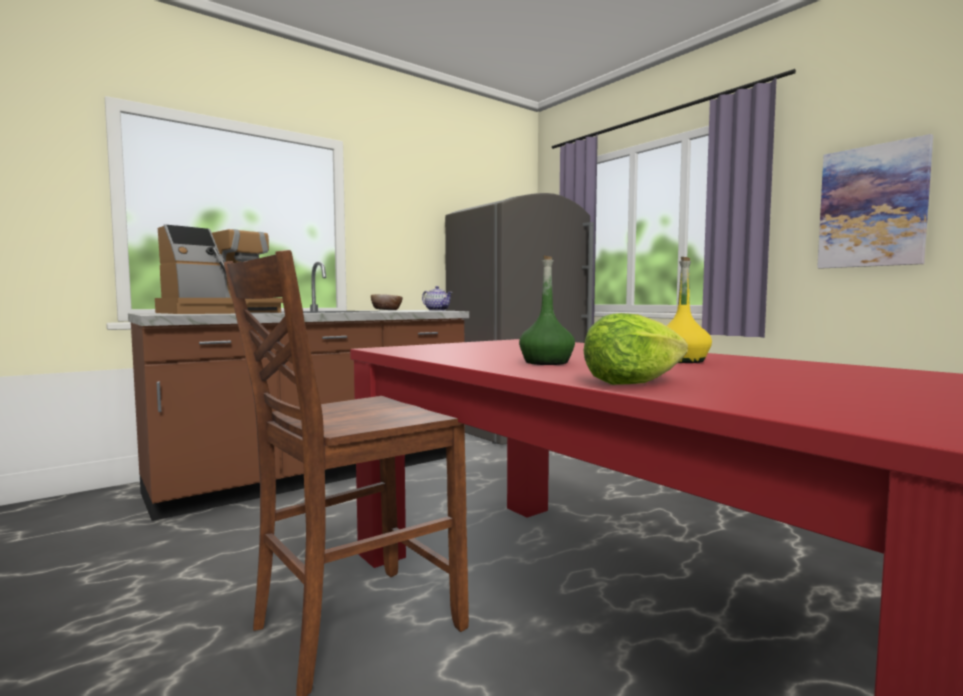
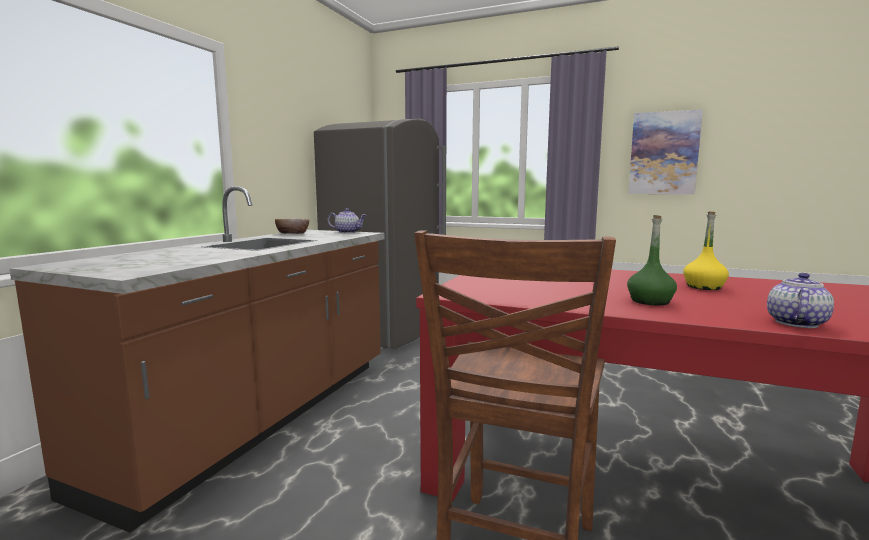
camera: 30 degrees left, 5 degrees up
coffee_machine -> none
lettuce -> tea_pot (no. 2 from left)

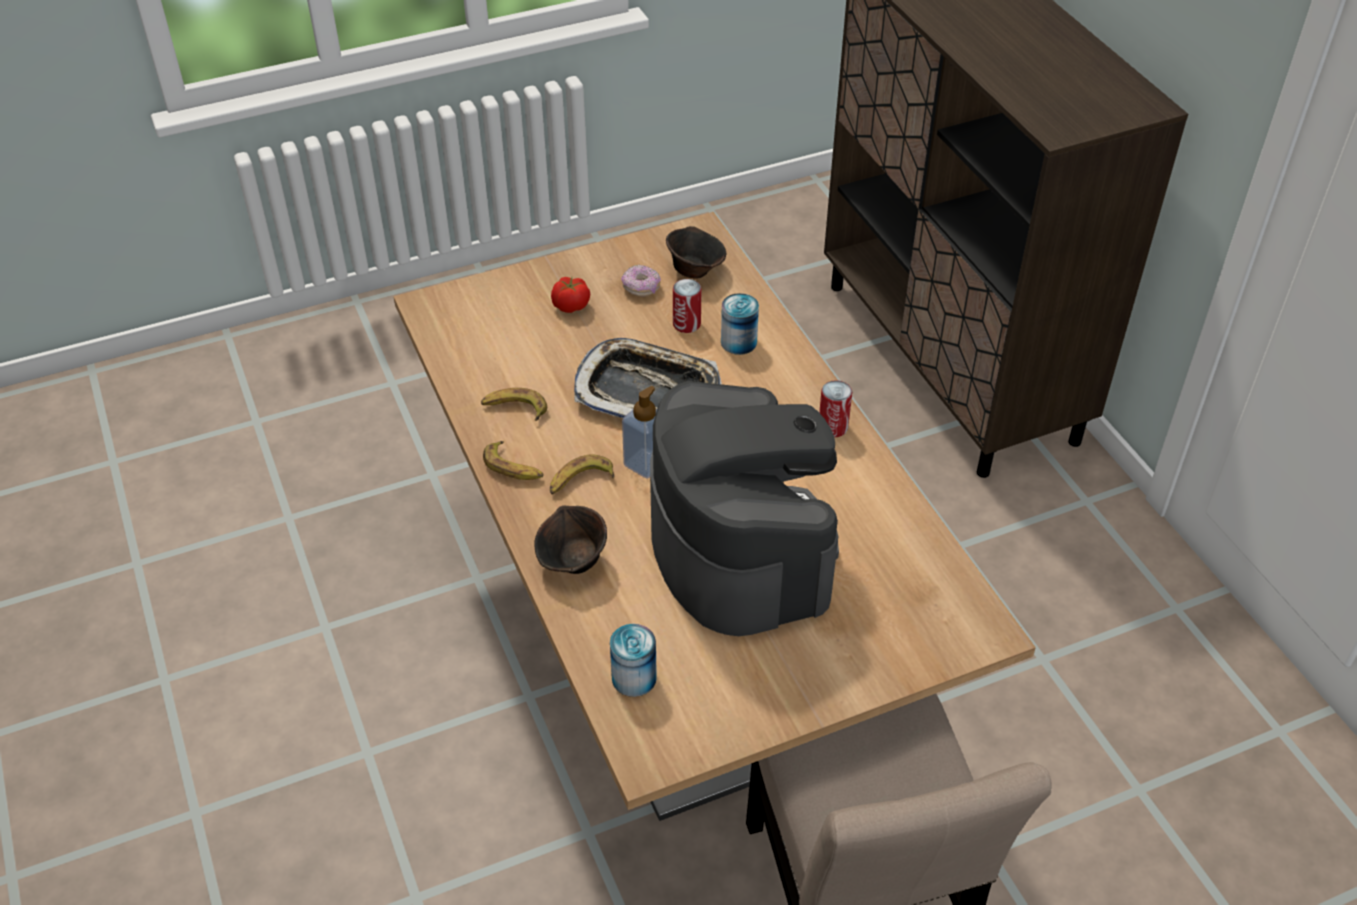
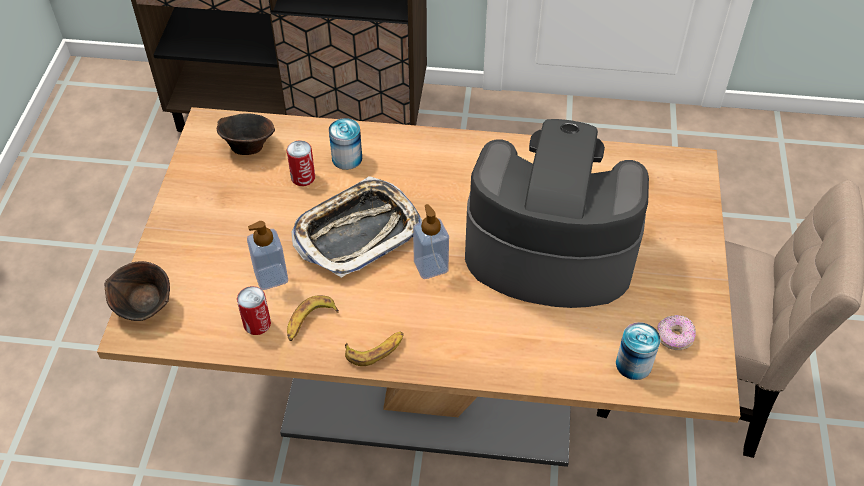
camera: 60 degrees left, 5 degrees up
ring_doughnut, shifted
whole_tomato -> none
can (no. 4 from left in the first image) -> can (no. 1 from left), shifted
whole_banana (no. 3 from left) -> none
brown-coloured_bowl (no. 1 from left), shifted
none -> liquid_soap_bottle (no. 1 from left)

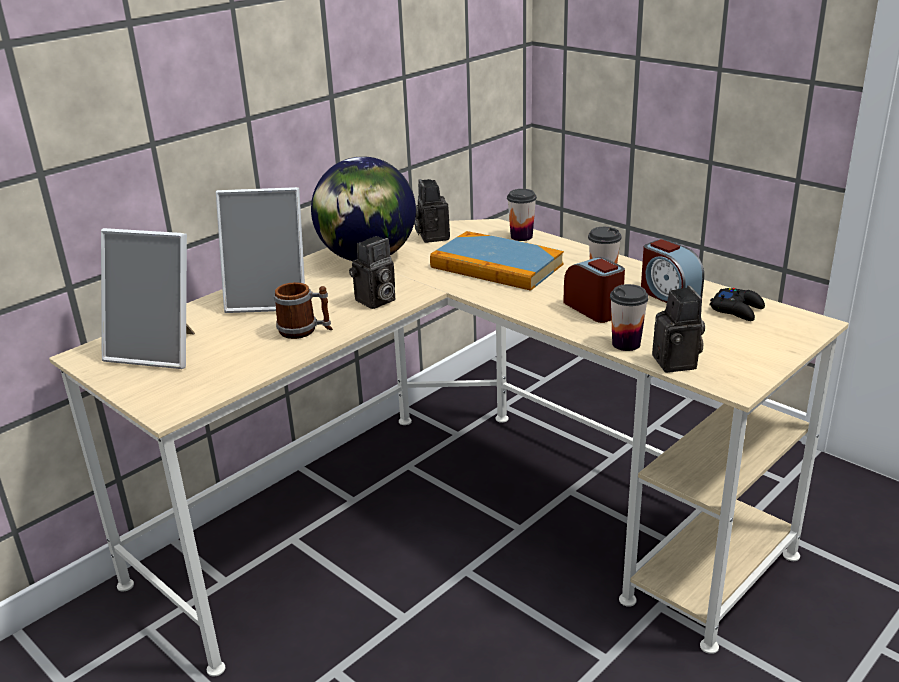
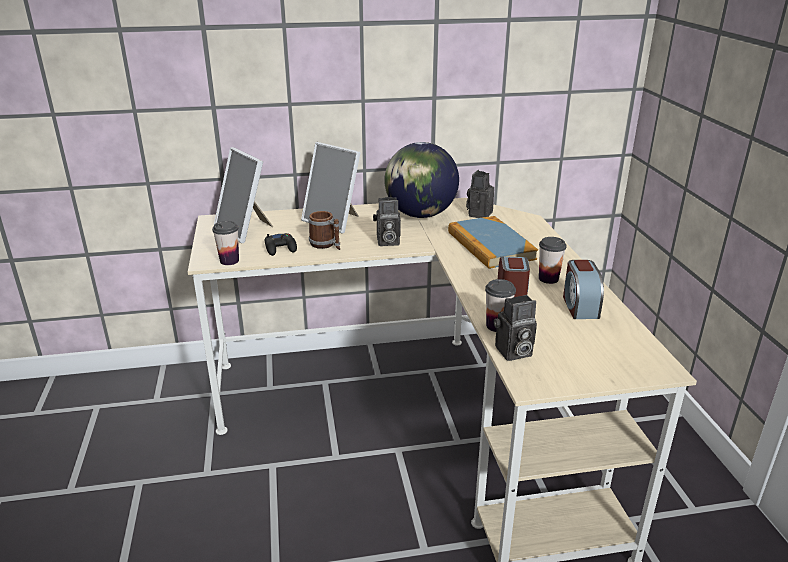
camera: 35 degrees right, 0 degrees up
small_cup (no. 1 from left), shifted
photo_camera (no. 3 from left), 45 degrees clockwise
black-coloured_joypad, shifted

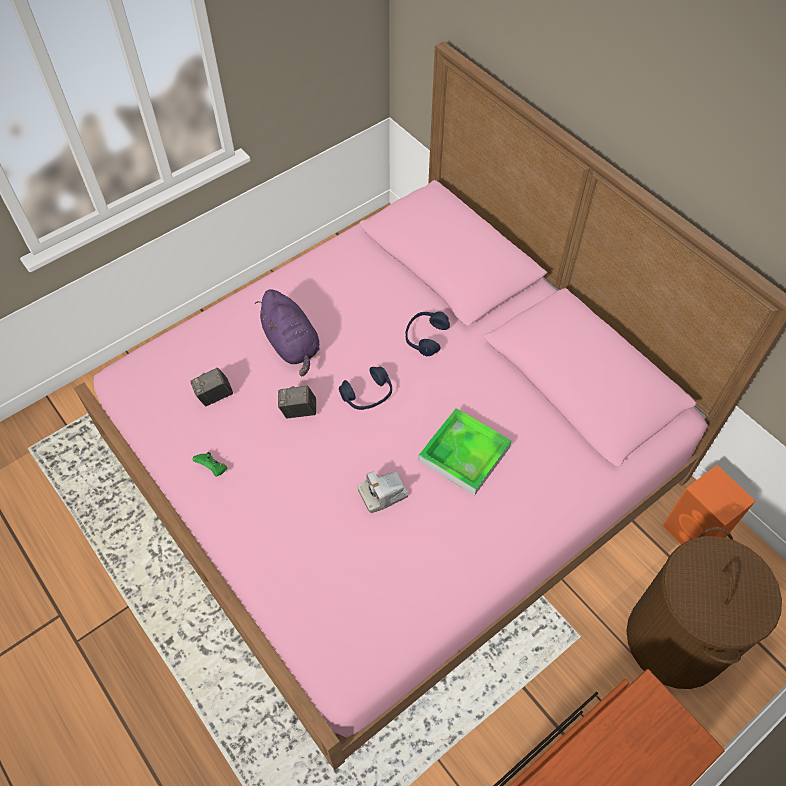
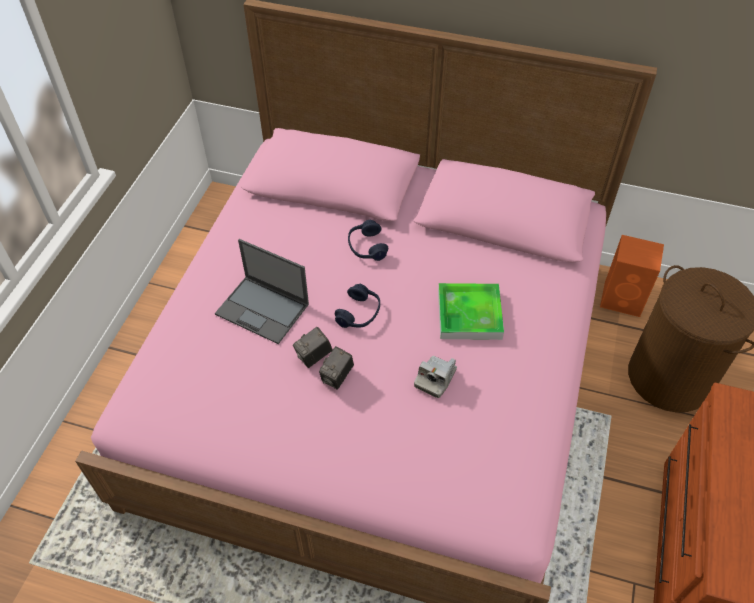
camera: 35 degrees left, 5 degrees down
purple-coloured_soft_toy -> laptop
photo_camera (no. 1 from left in the first image) -> photo_camera (no. 2 from left), shifted
green_joypad -> none

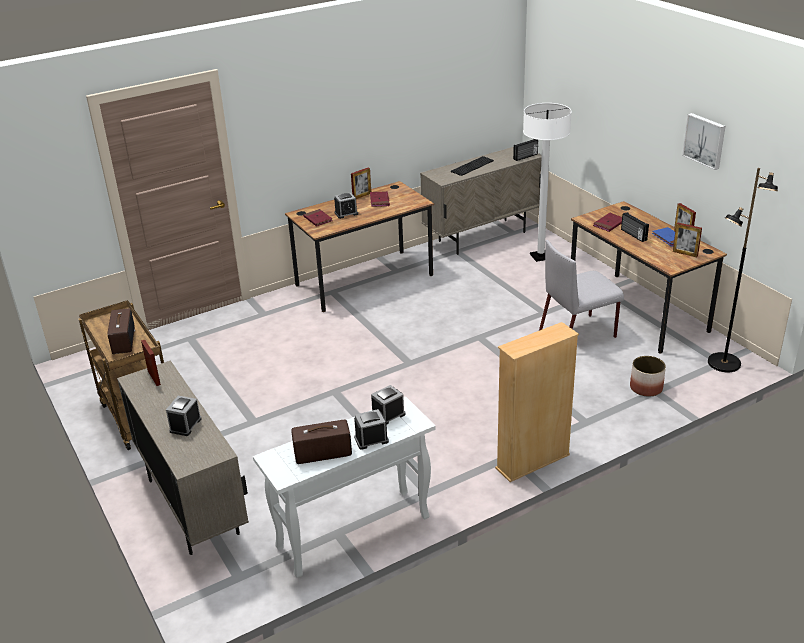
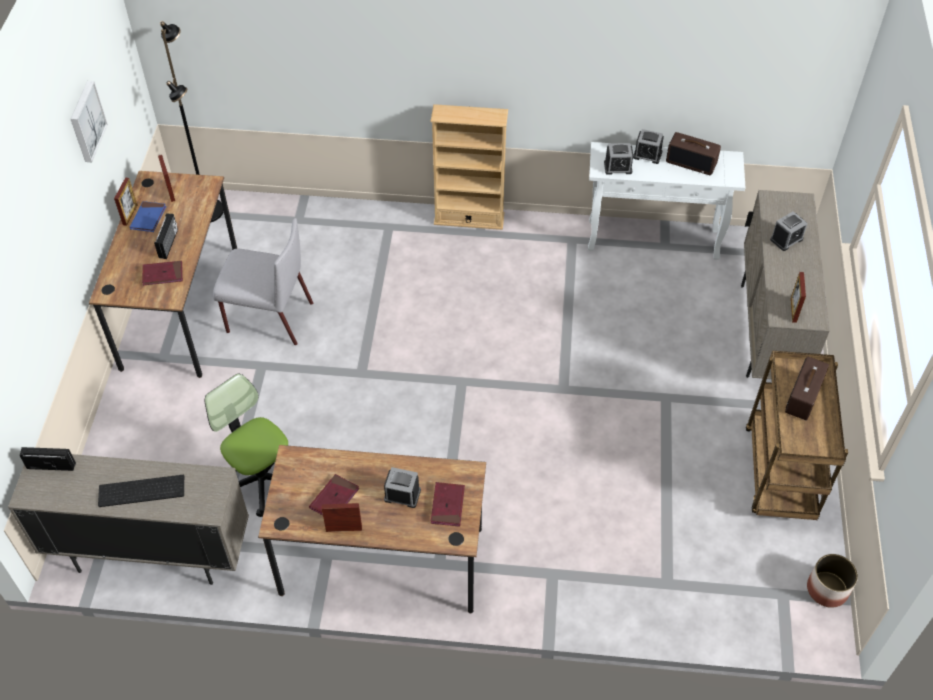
camera: 145 degrees left, 20 degrees up
white_standard_lamp -> none
flower_pot, shifted
none -> computer_chair

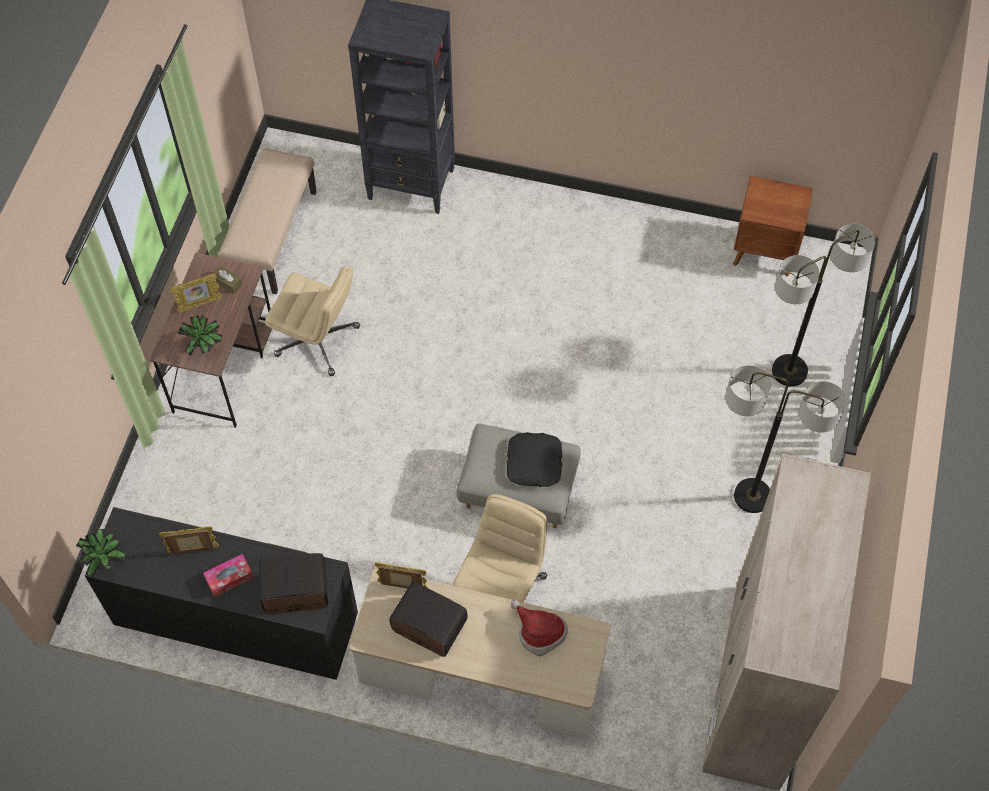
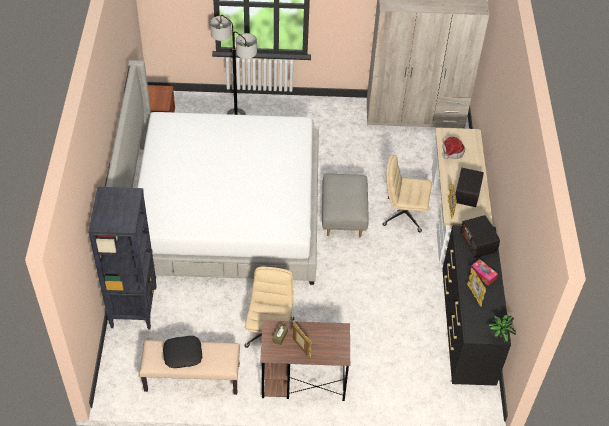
camera: 105 degrees left, 10 degrees down
potted_plant (no. 2 from left) -> none
standard_lamp (no. 1 from left) -> none
black-coloured_throw_pillow, shifted
none -> bedroom_bed

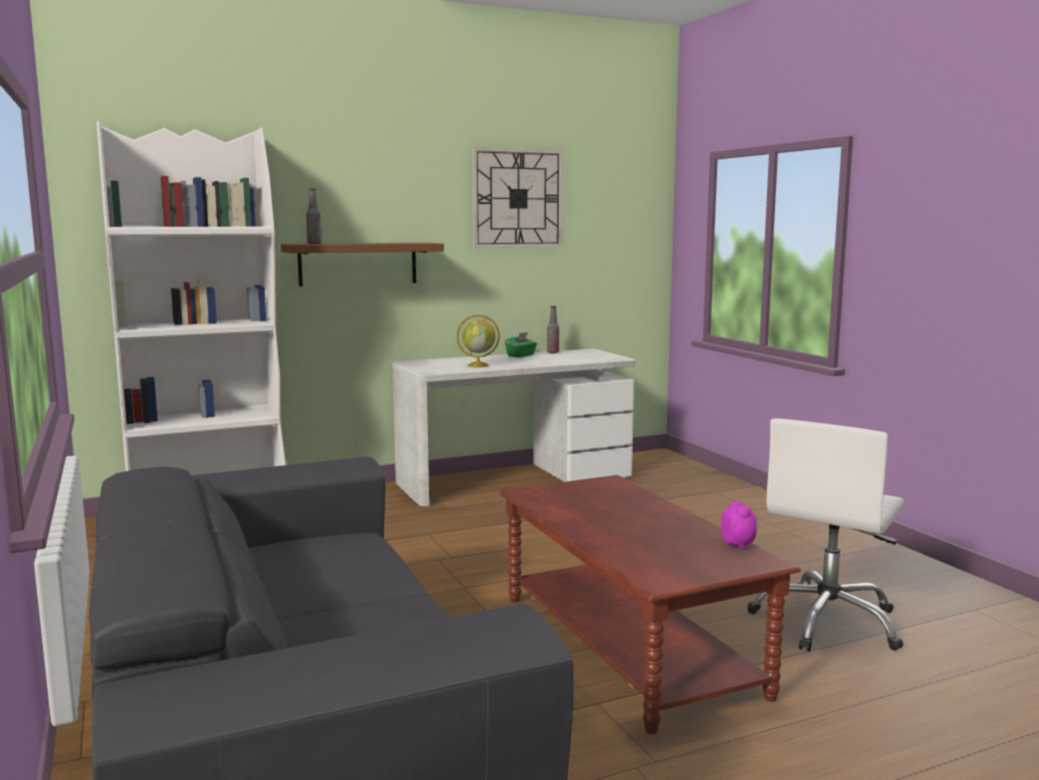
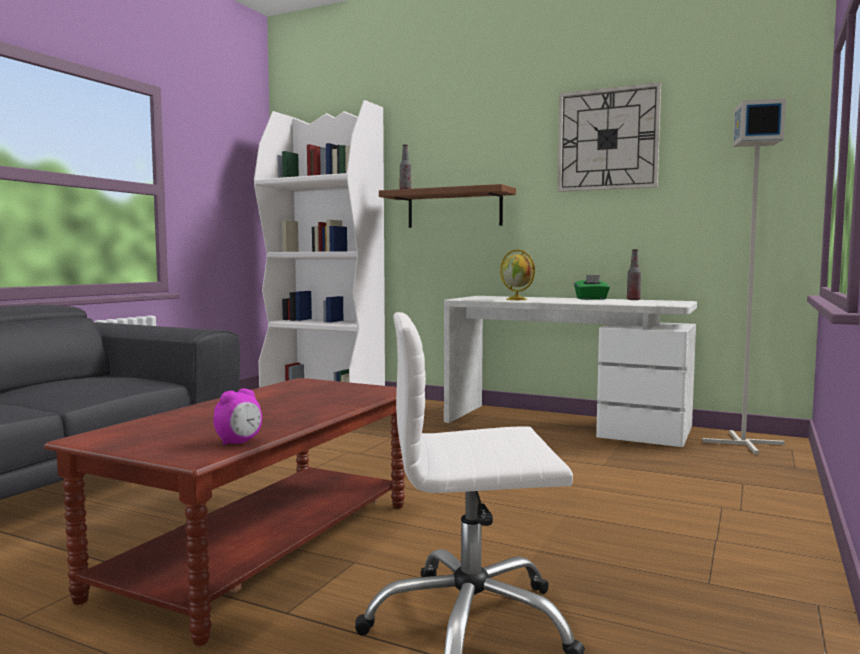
camera: 50 degrees right, 5 degrees down
none -> greyish_standard_lamp

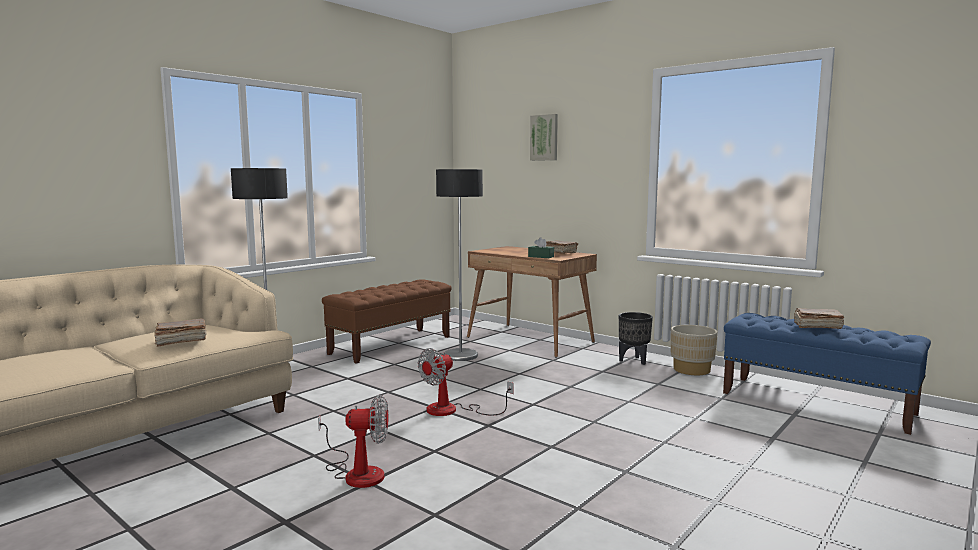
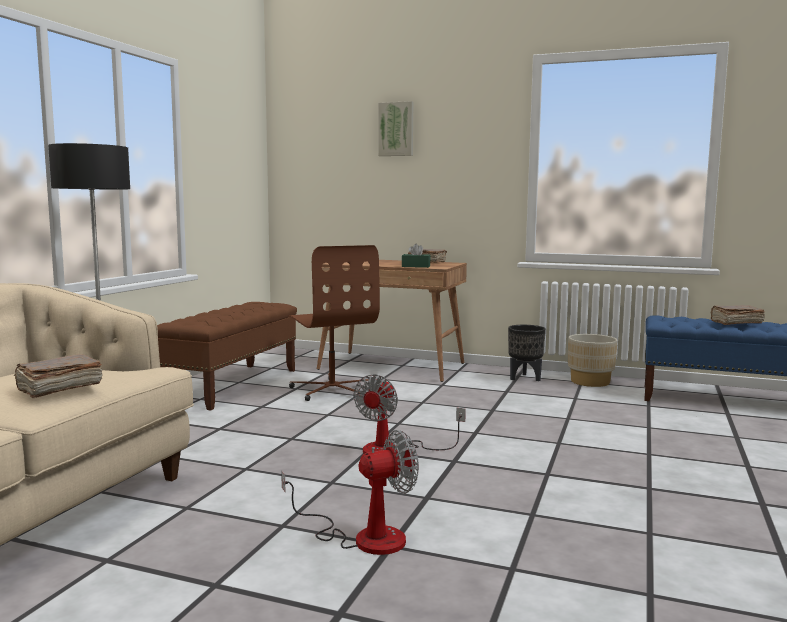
camera: 20 degrees left, 0 degrees up
standard_lamp (no. 2 from left) -> brown-coloured_computer_chair

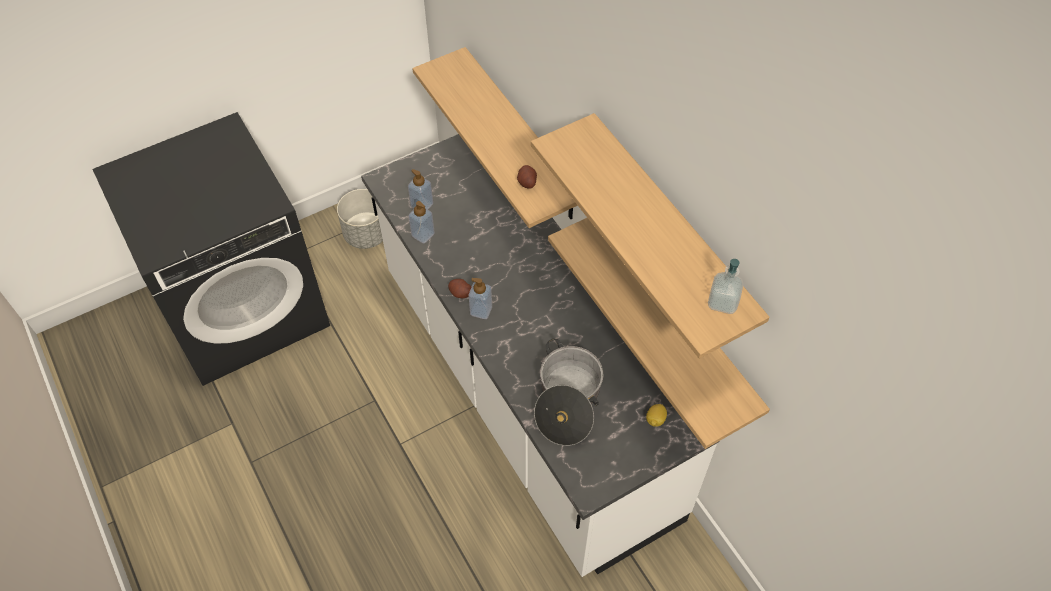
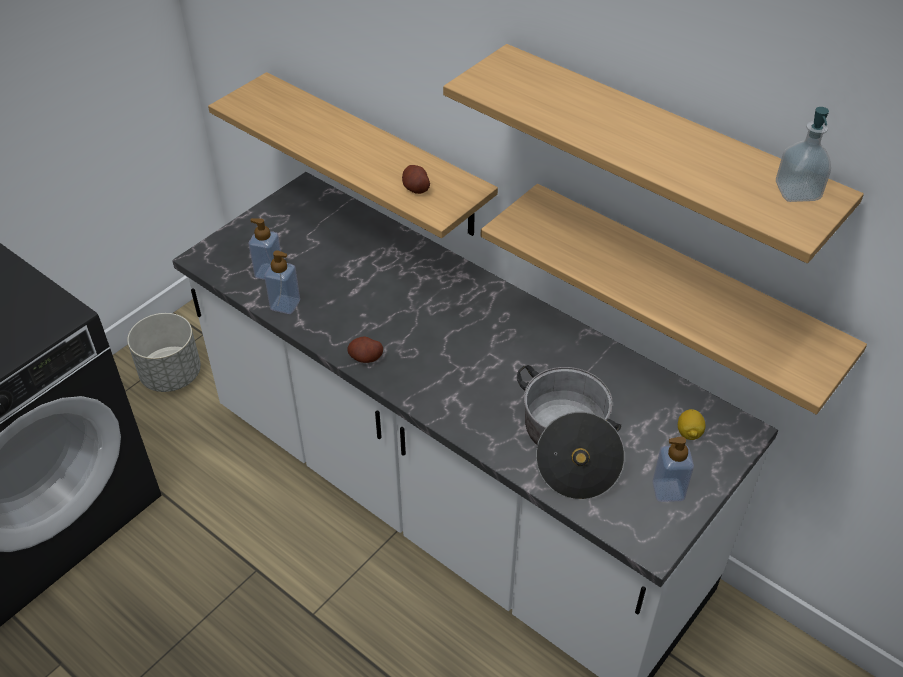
camera: 20 degrees left, 10 degrees down
liquid_soap_bottle (no. 3 from left), shifted

